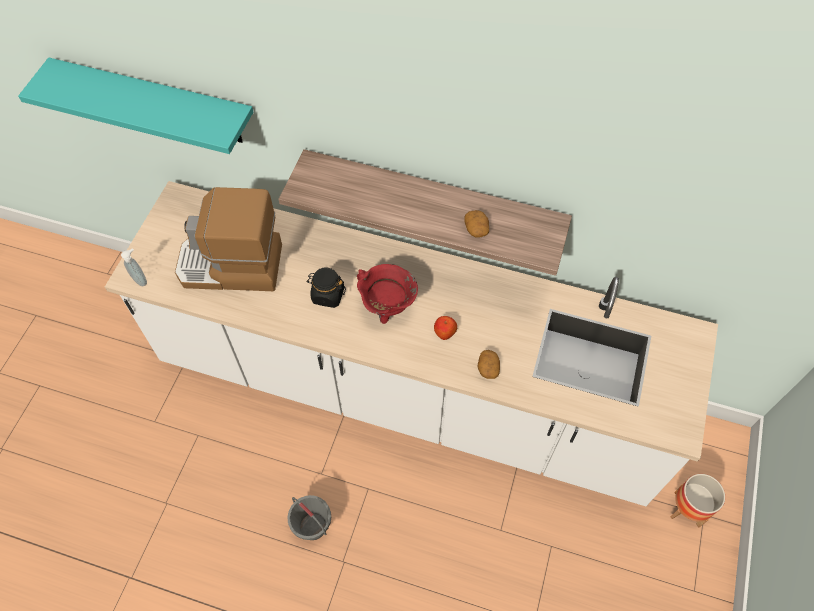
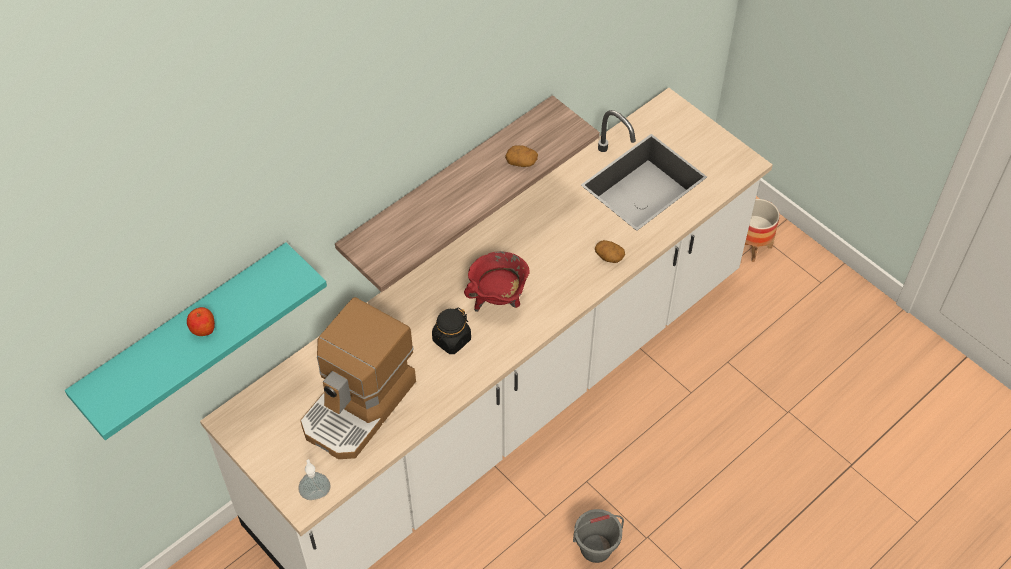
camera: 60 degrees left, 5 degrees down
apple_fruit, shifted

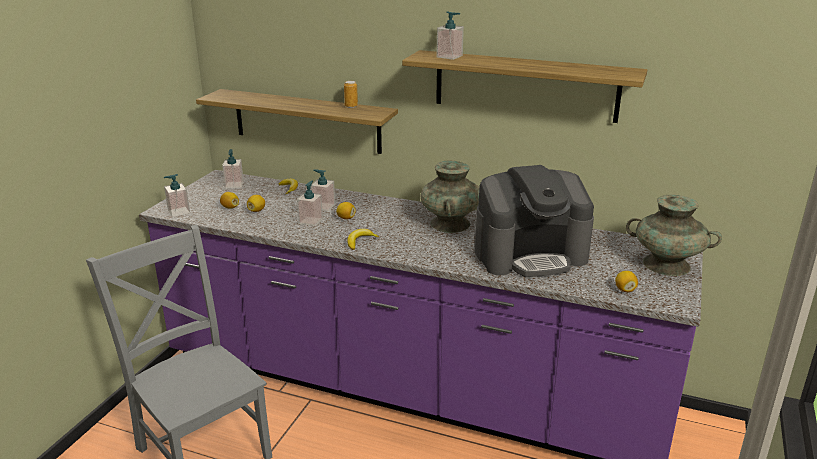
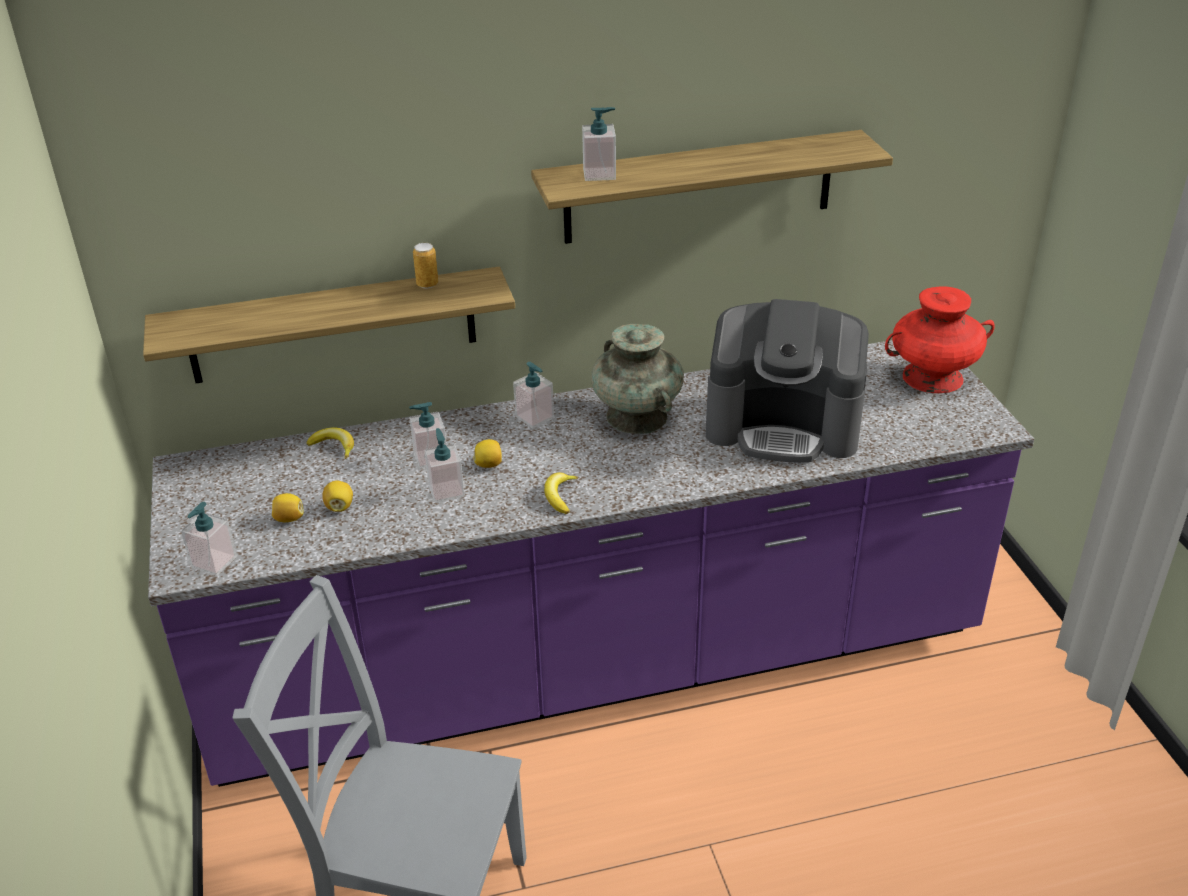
camera: 35 degrees left, 10 degrees up
liquid_soap_bottle (no. 2 from left in the first image) -> liquid_soap_bottle (no. 4 from left), shifted
coffee_machine, 60 degrees clockwise
turquoise-coloured_decorative_vase (no. 2 from left) -> red-coloured_decorative_vase
lemon (no. 4 from left) -> none

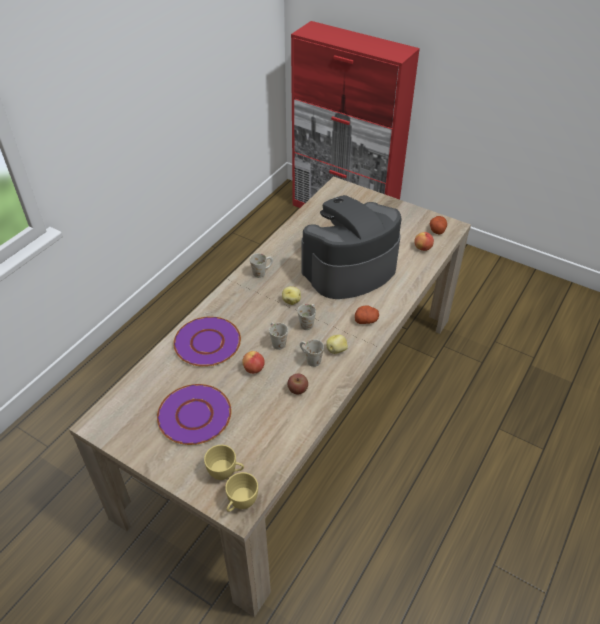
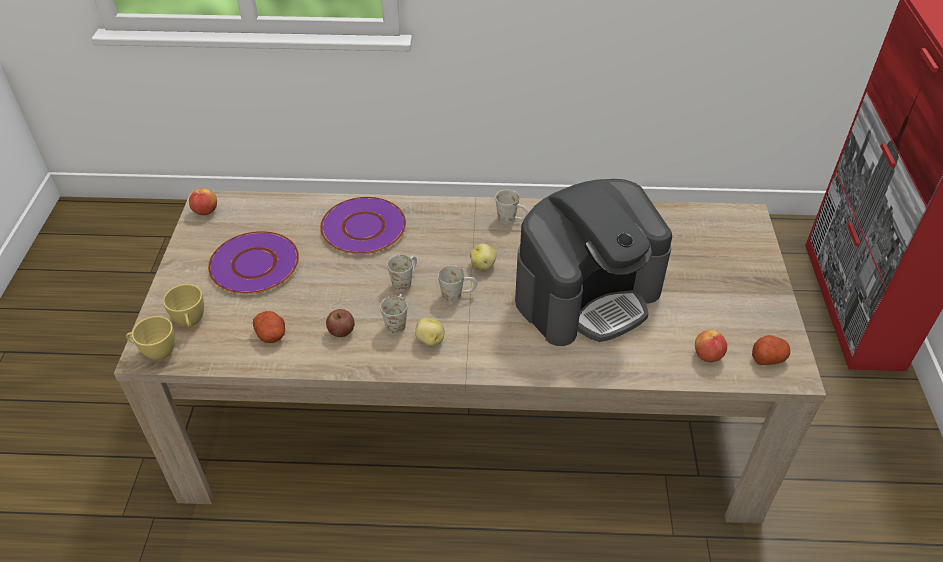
camera: 60 degrees right, 0 degrees up
coffee_machine, 120 degrees clockwise
whole_potato (no. 3 from left in the first image) -> whole_potato (no. 1 from left), shifted
apple_fruit (no. 1 from left), shifted

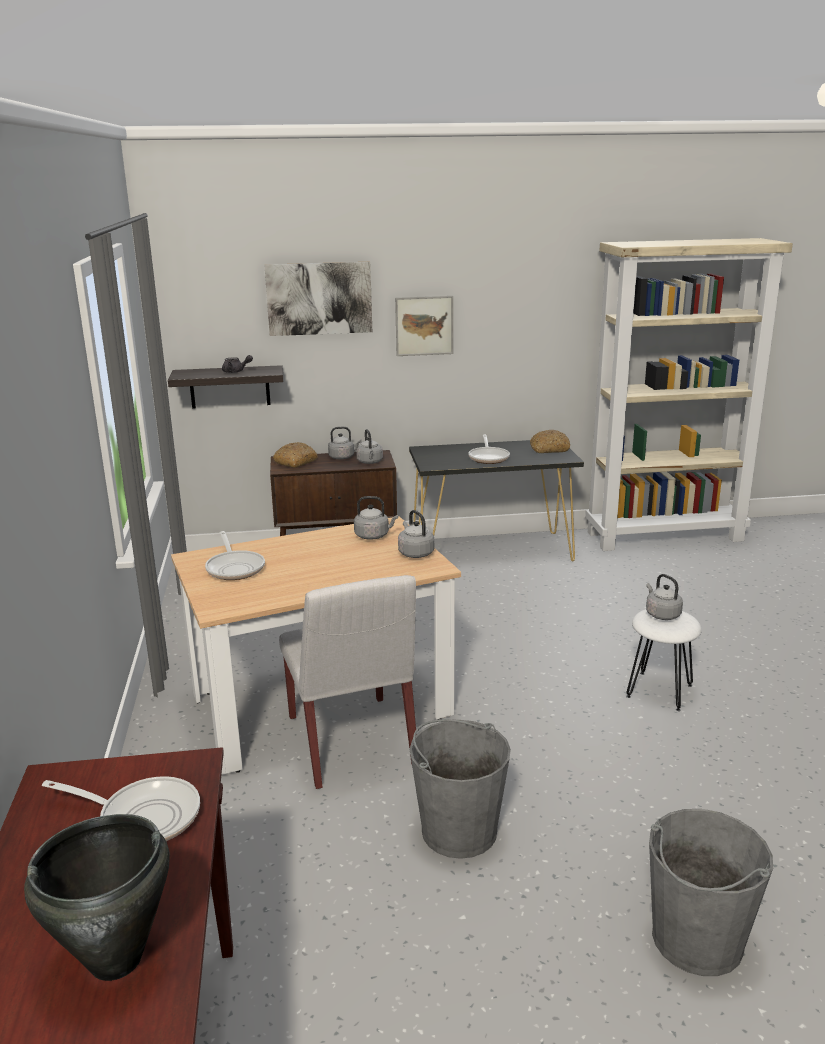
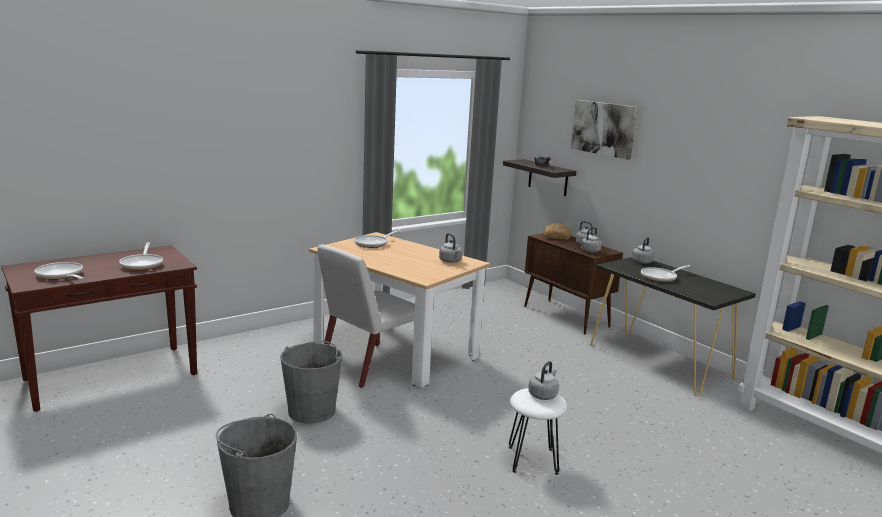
camera: 60 degrees right, 5 degrees down
wall_picture (no. 2 from left) -> none
baked_bread (no. 2 from left) -> none
greyish_kettle (no. 4 from left in the first image) -> greyish_kettle (no. 5 from left), shifted
black-coloured_cooking_pot -> frying_pan (no. 1 from left)

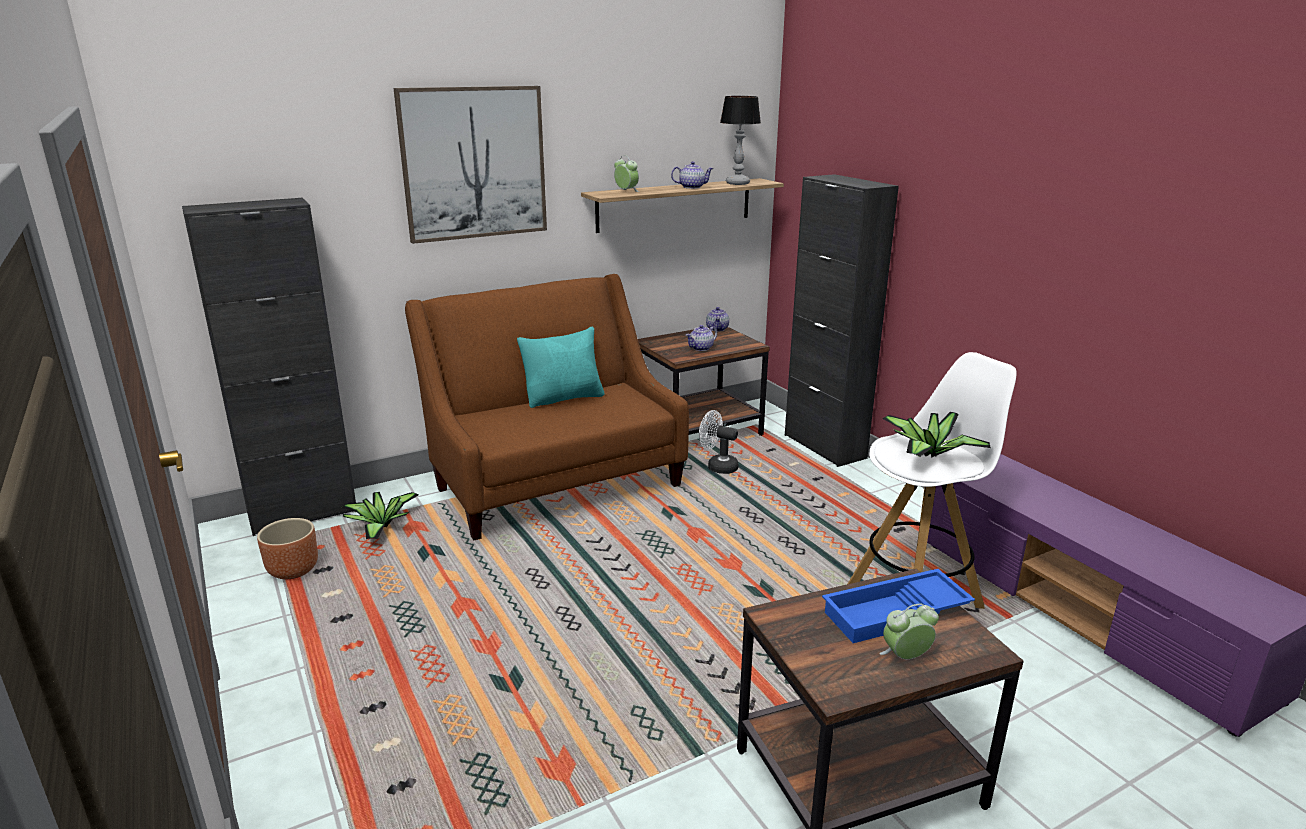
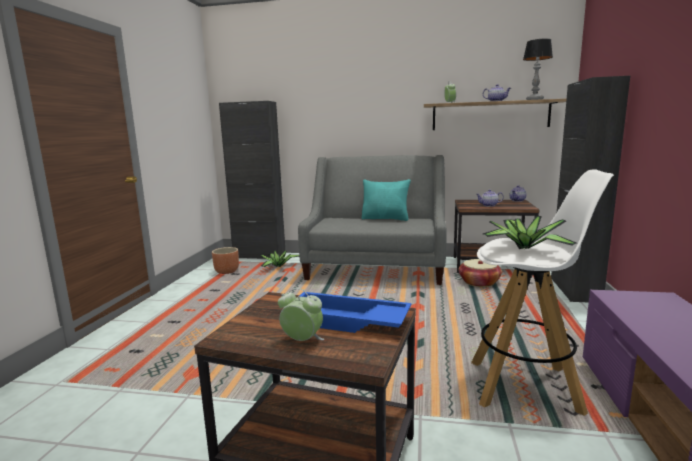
camera: 40 degrees right, 10 degrees down
wall_picture -> none
brown-coloured_settee -> greyish_settee
white_fan -> storage_basket

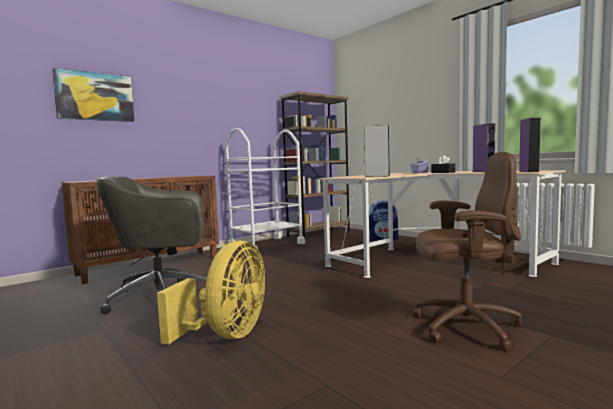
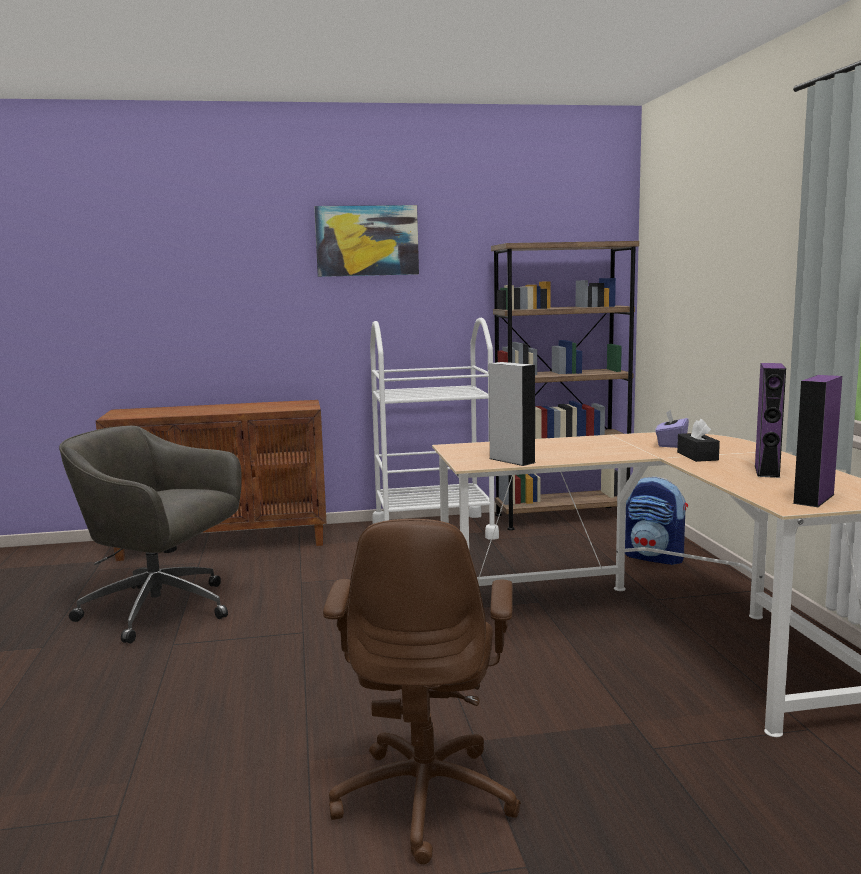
camera: 30 degrees right, 5 degrees up
wall_picture, shifted
brown-coloured_computer_chair, 60 degrees clockwise
yellow-coloured_fan -> none

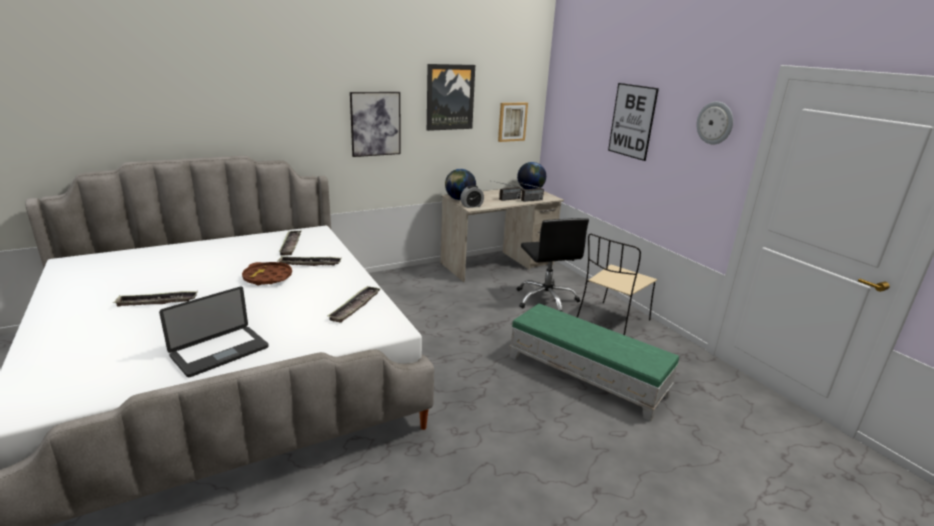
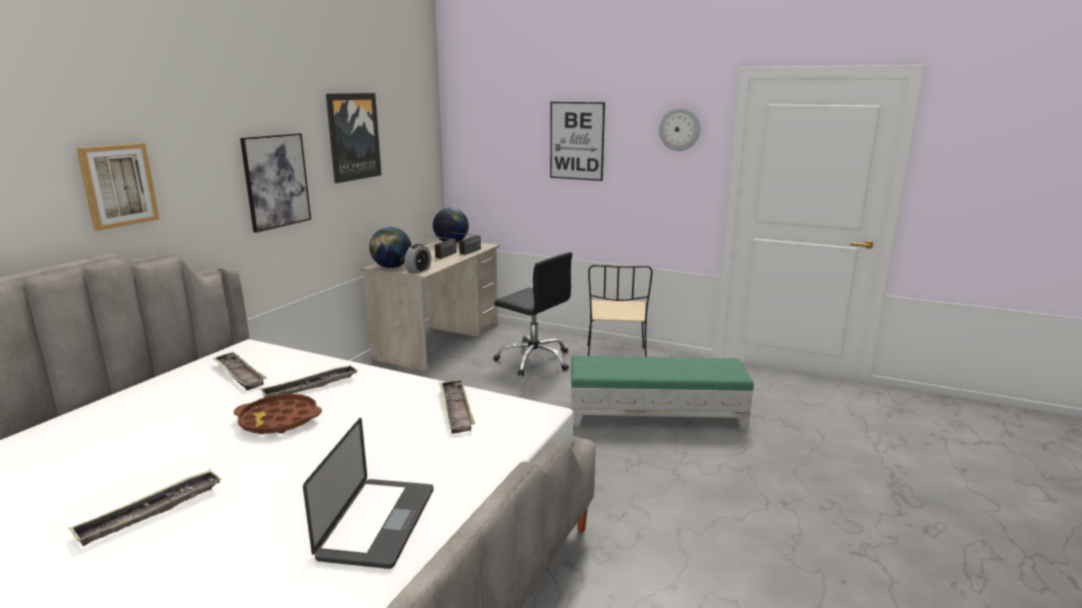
camera: 35 degrees left, 5 degrees down
wall_picture (no. 3 from left in the first image) -> wall_picture (no. 1 from left), shifted

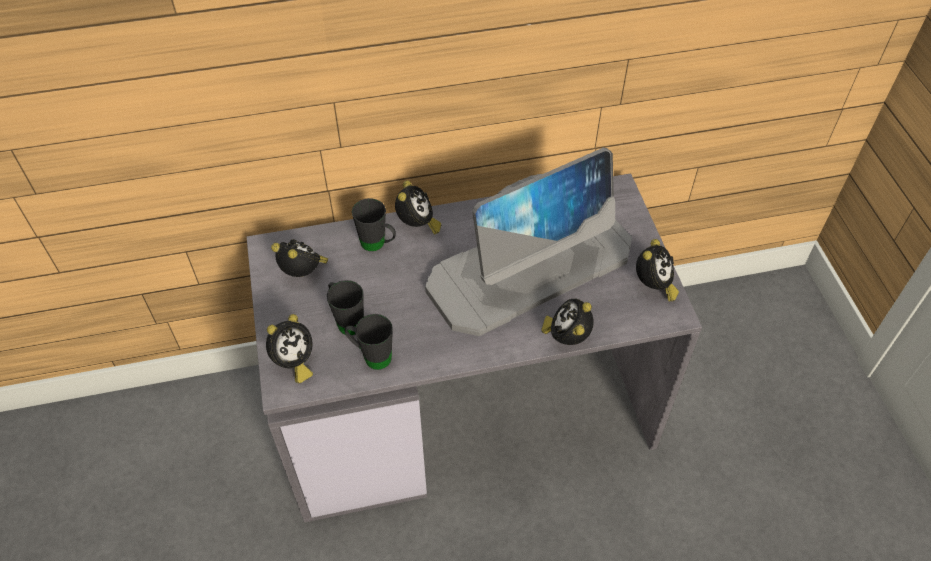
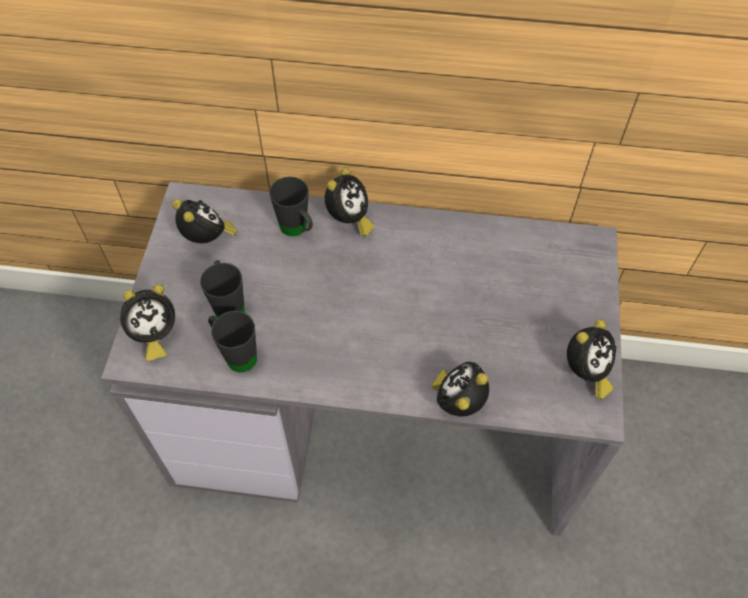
camera: 20 degrees right, 5 degrees up
computer_screen -> none

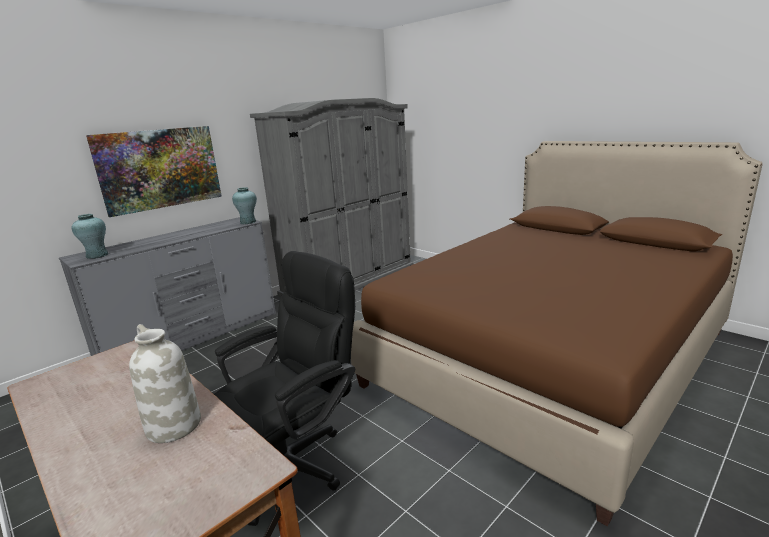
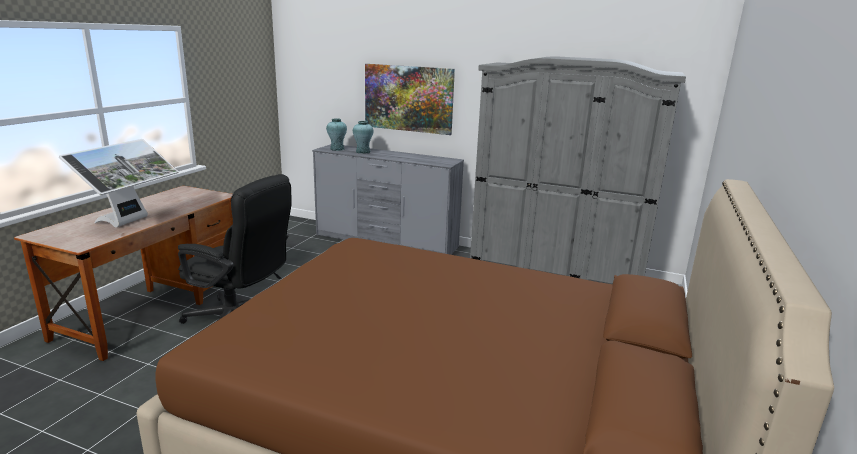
camera: 65 degrees right, 0 degrees up
turquoise-coloured_decorative_vase (no. 2 from left), shifted
white_decorative_vase -> computer_screen

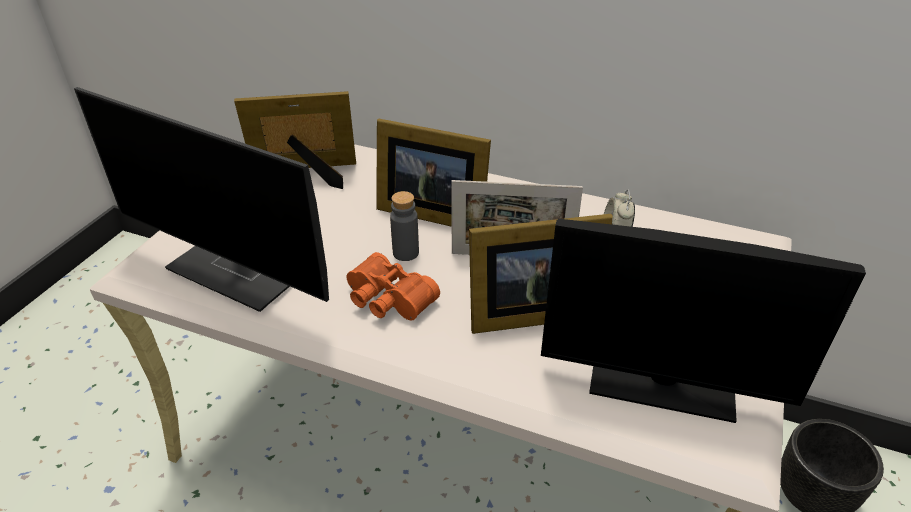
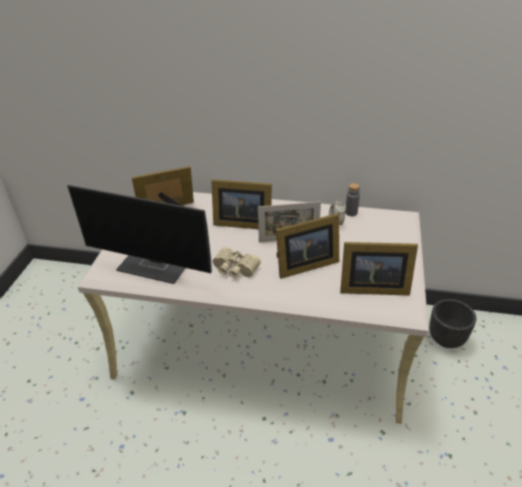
camera: 10 degrees left, 0 degrees up
greyish_bottle, shifted
computer_screen (no. 2 from left) -> standing_frame (no. 5 from left)
orangey_field_glasses -> beige_field_glasses

